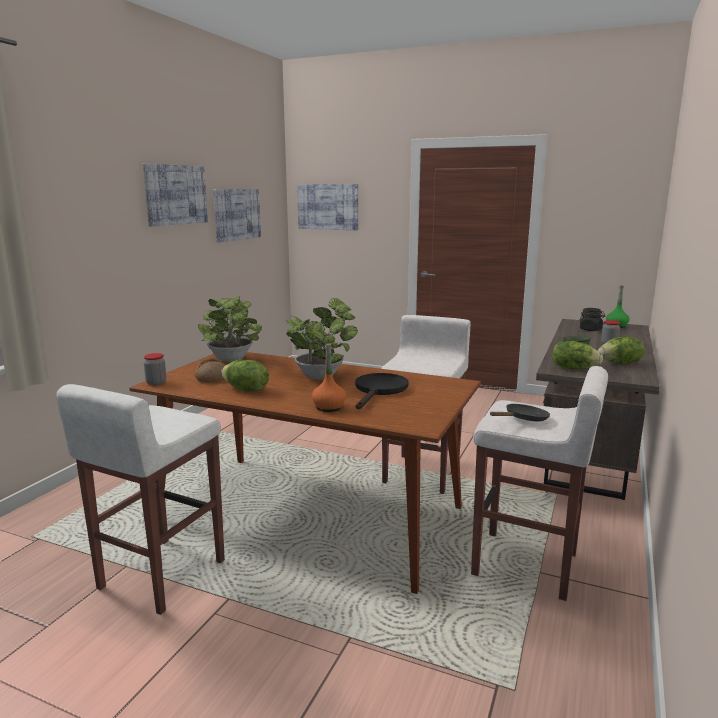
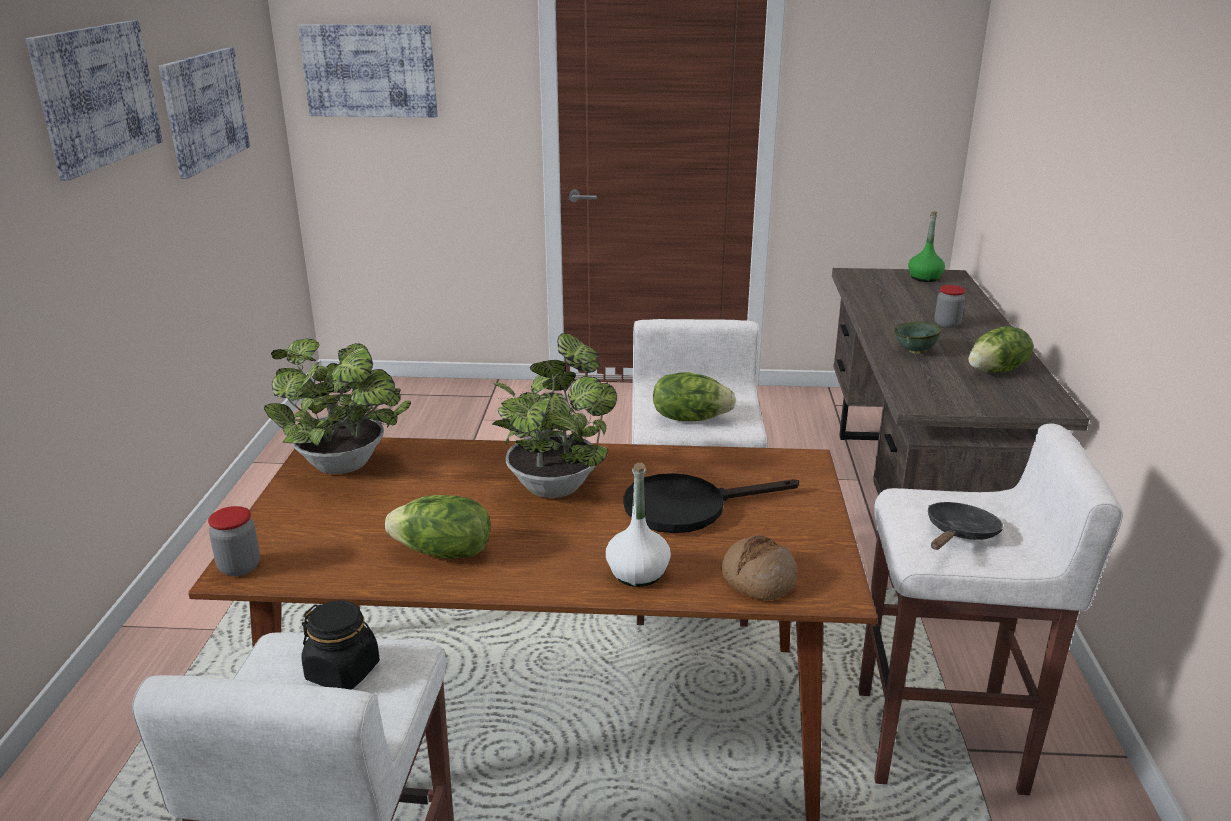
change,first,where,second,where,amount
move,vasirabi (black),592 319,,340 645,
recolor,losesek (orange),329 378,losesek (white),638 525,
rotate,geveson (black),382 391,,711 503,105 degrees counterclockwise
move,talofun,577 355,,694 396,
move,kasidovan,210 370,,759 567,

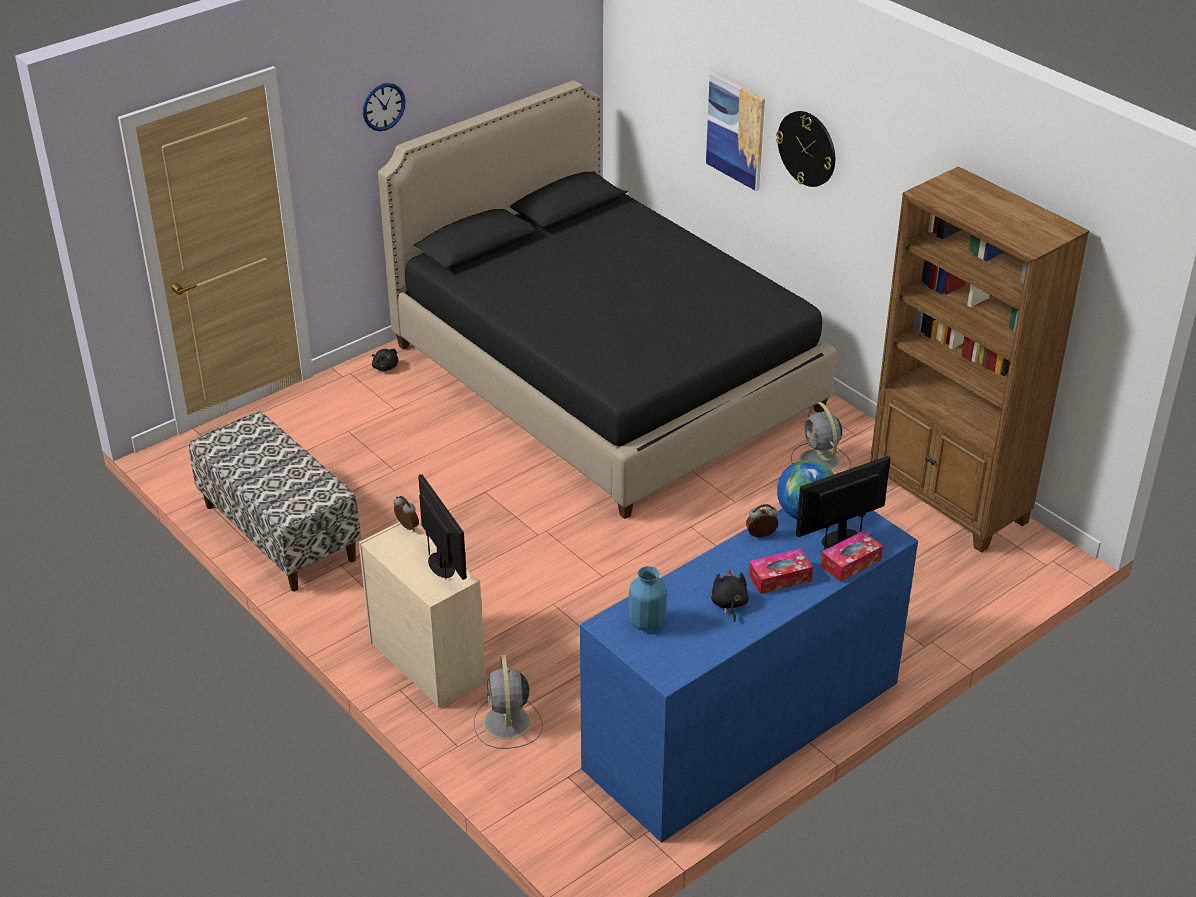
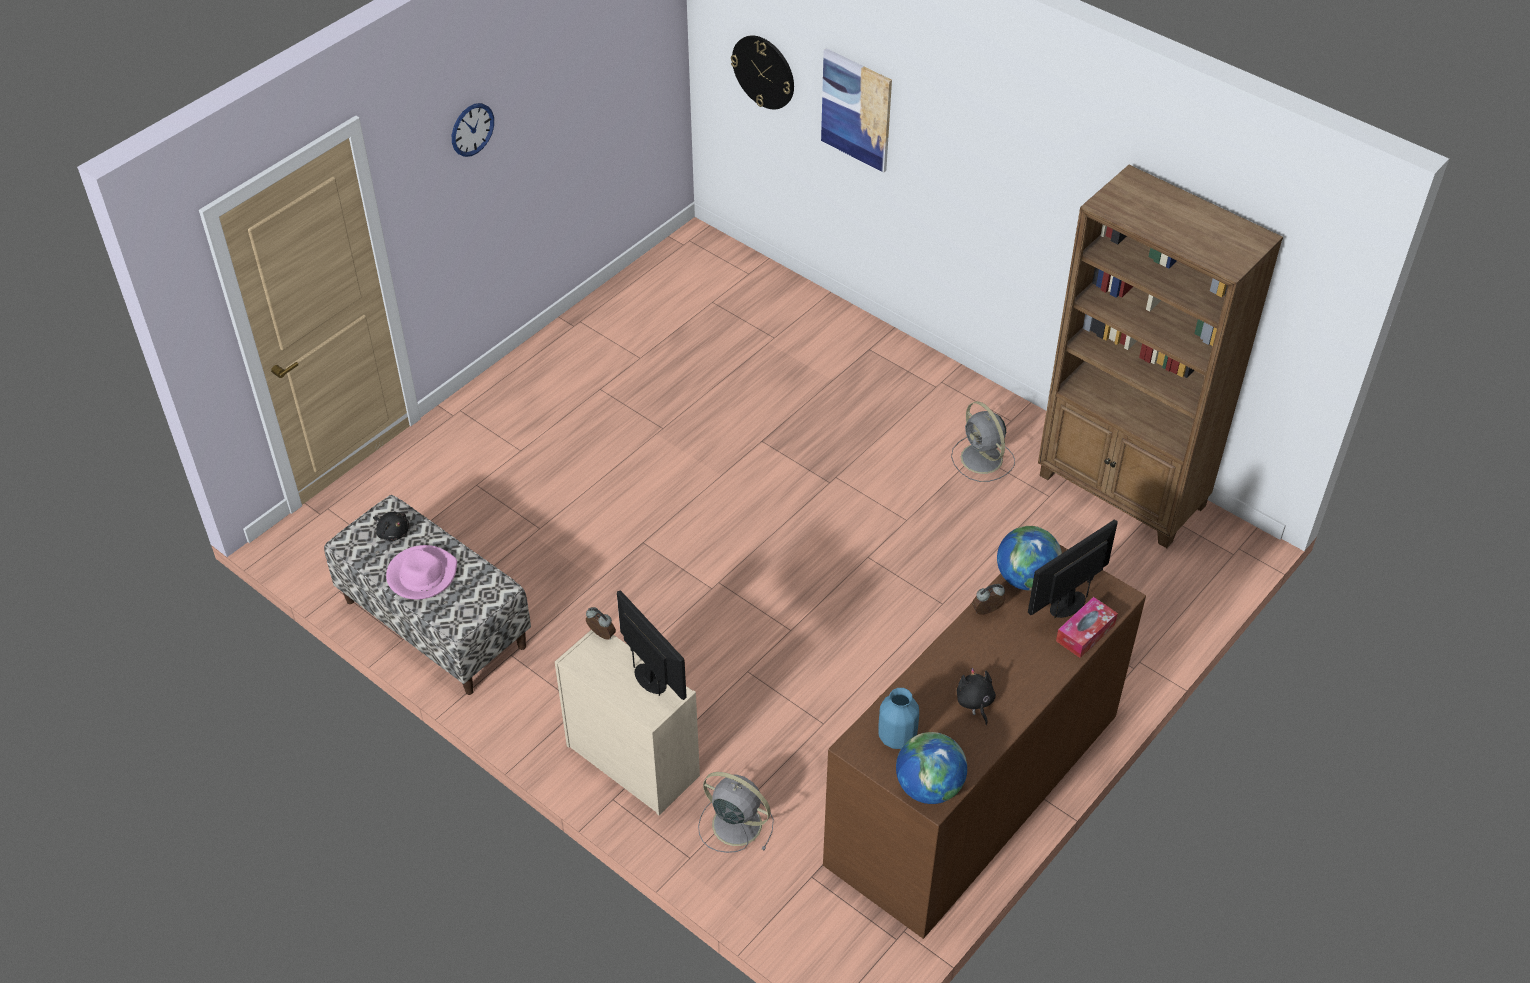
change,first,where,second,where,amount
move,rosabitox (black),385 360,,391 526,
insert,,,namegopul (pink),421 572,
rotate,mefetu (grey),508 702,,736 812,135 degrees clockwise
move,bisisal,805 149,,762 72,
recolor,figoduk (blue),749 675,figoduk (brown),984 741,
insert,,,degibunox,931 768,
delete,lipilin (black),607 299,,,
delete,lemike,781 571,,,

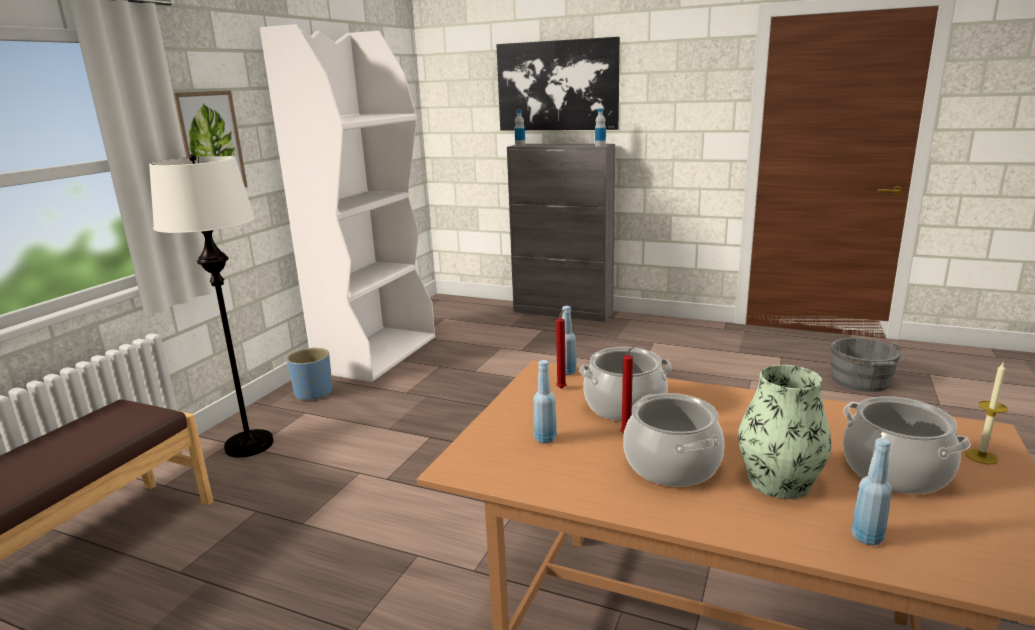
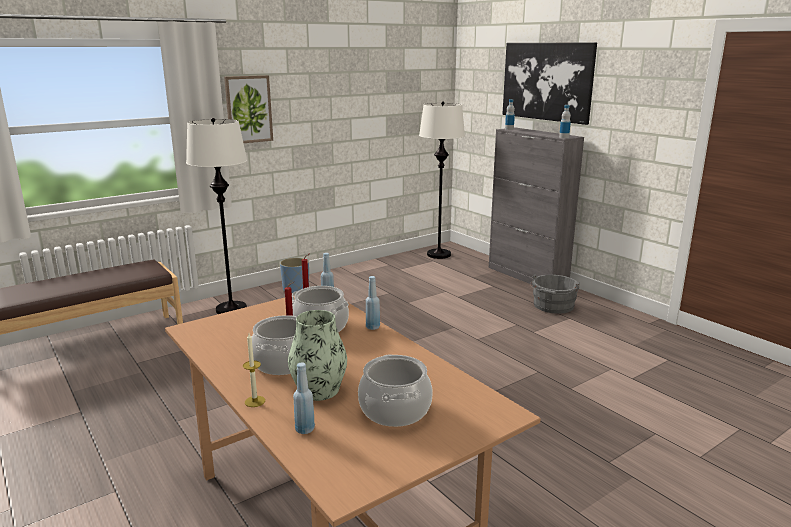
change,first,where,second,where,amount
move,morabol,986 413,,254 370,
move,losesek (blue),545 402,,373 303,
insert,,,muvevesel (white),442 180,
move,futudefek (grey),868 364,,555 294,
delete,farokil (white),347 203,,,

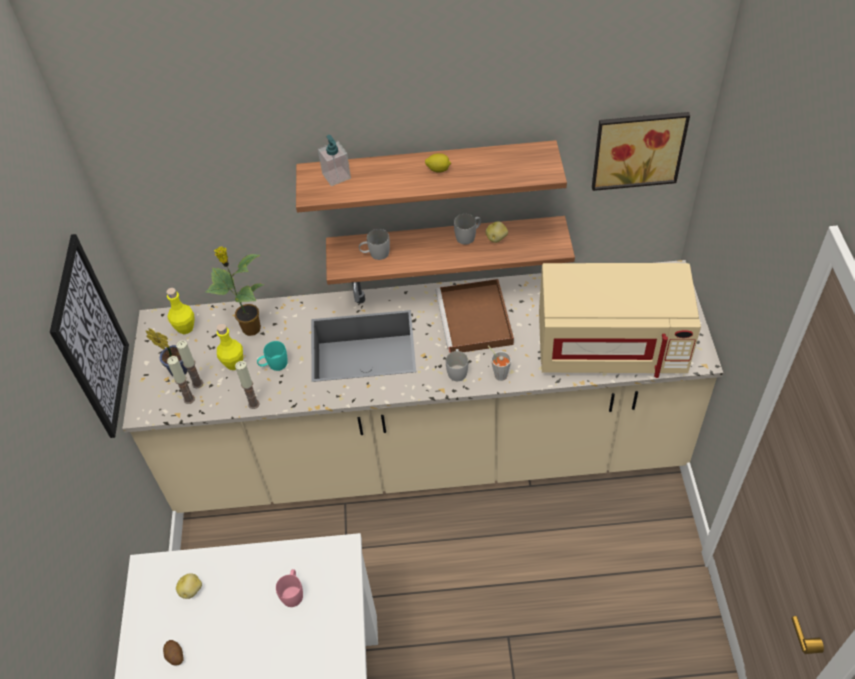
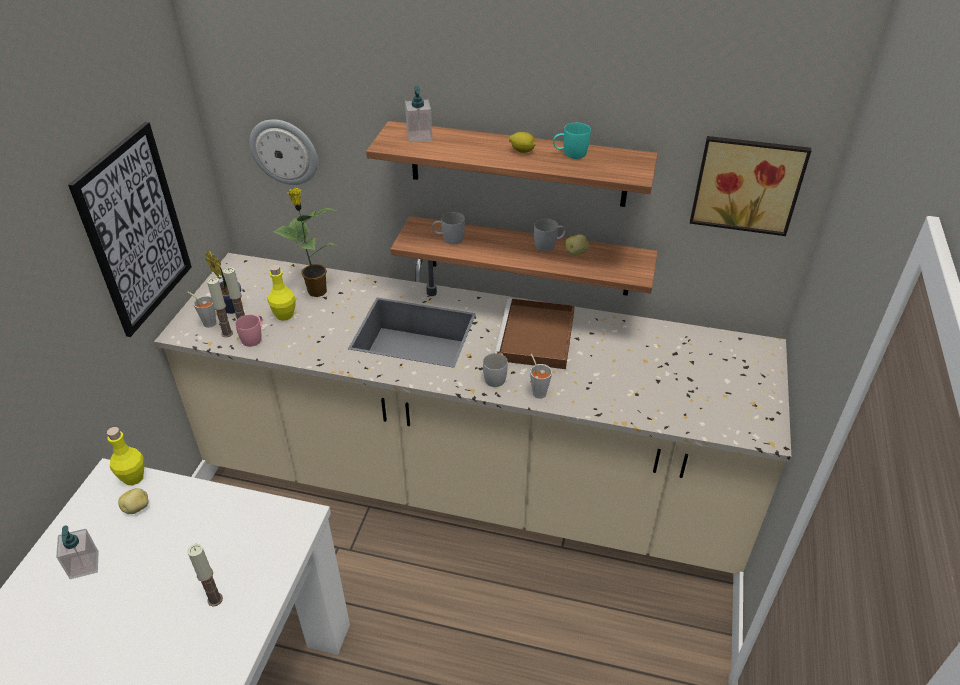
change,first,where,second,where,amount
replace,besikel,173 653,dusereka,77 552,
move,losesek (yellow),180 311,,126 456,
insert,,,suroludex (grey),201 310,
move,morabol,247 385,,205 575,
move,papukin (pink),289 588,,249 331,
insert,,,bisisal,283 152,
move,papukin (turquoise),272 356,,572 141,
delete,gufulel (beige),620 320,,,

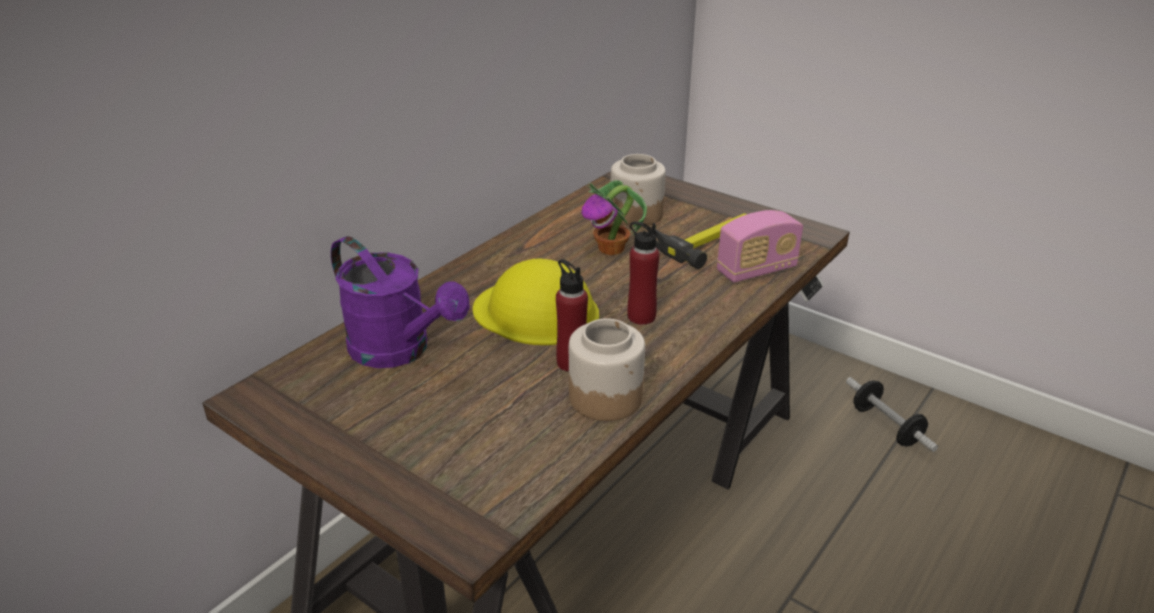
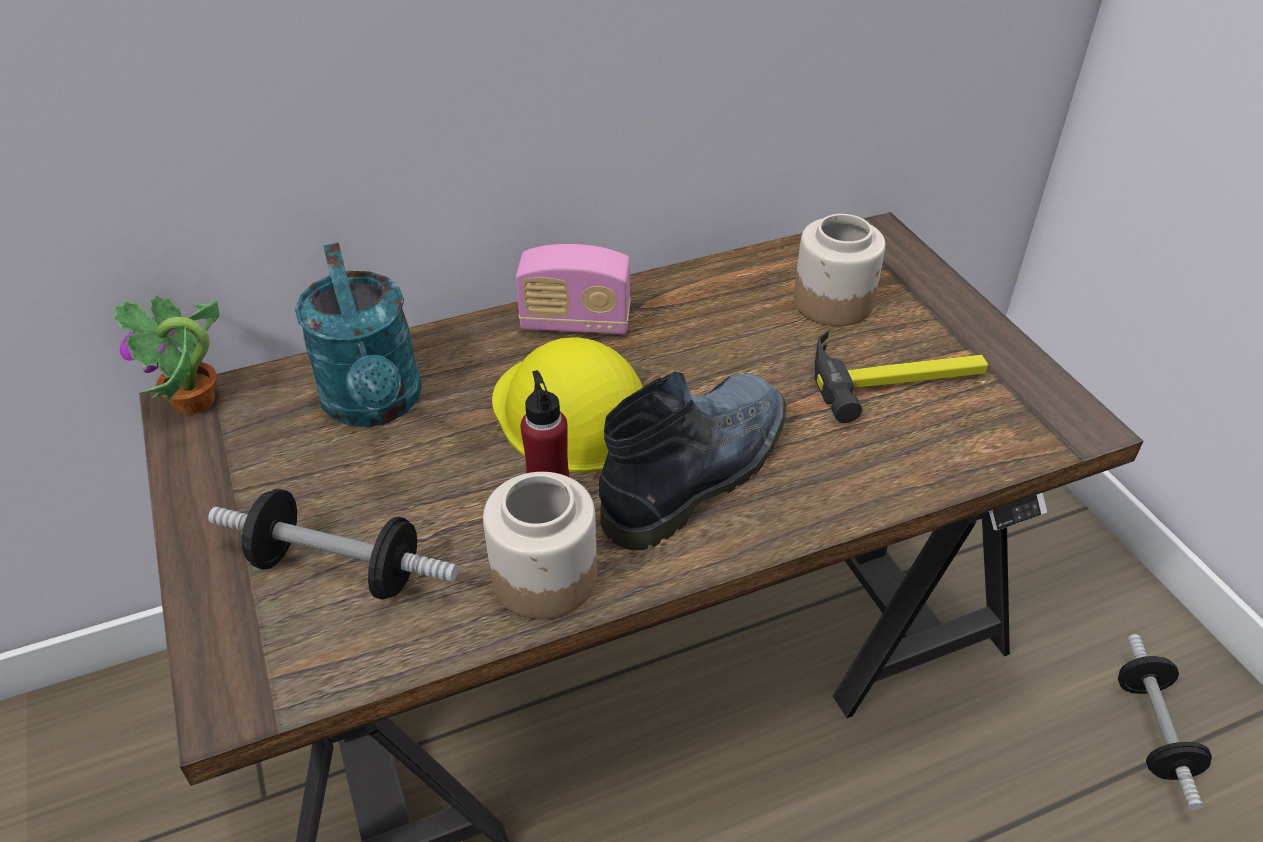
change,first,where,second,where,amount
move,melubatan,614 217,,166 354,
insert,,,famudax,333 544,
recolor,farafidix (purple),400 302,farafidix (turquoise),358 335,
move,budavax,760 246,,573 289,
replace,losesek (red),643 273,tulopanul,692 461,

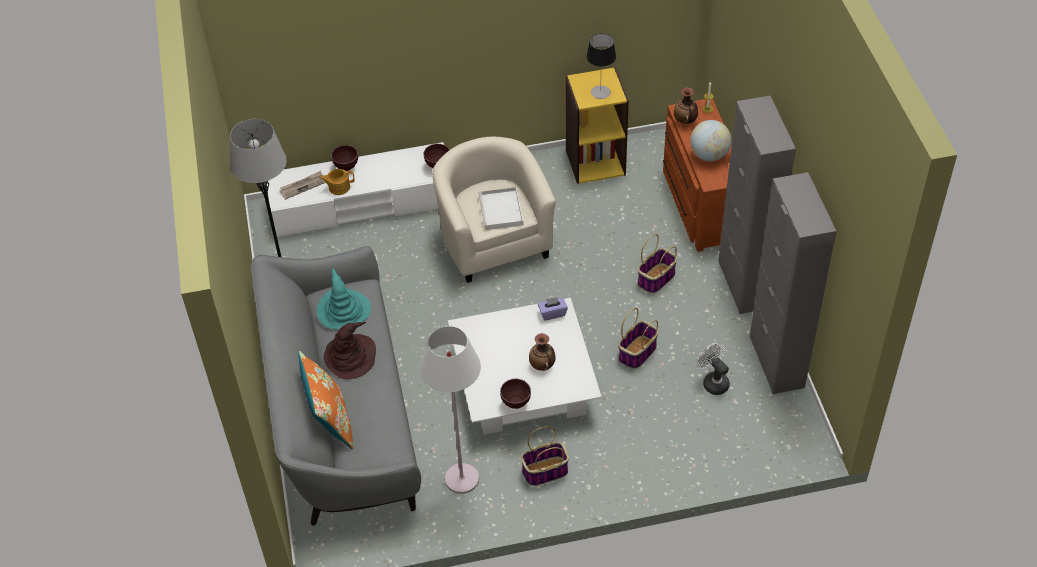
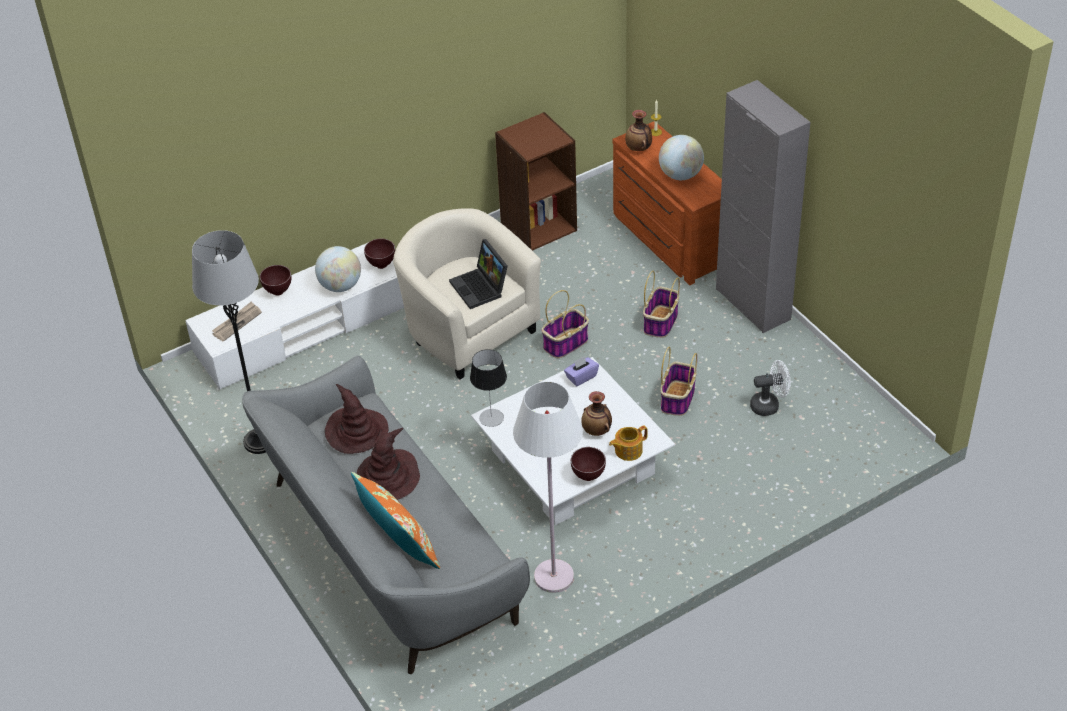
change,first,where,second,where,amount
insert,,,degibunox,338 269,
recolor,namegopul (turquoise),344 299,namegopul (brown),356 419,
replace,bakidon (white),501 208,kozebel,478 274,
move,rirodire,601 66,,488 388,
recolor,farokil (yellow),597 125,farokil (brown),536 181,
move,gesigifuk,545 456,,565 324,
move,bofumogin,337 182,,628 443,
rotate,mefetu (white),713 369,,770 388,135 degrees clockwise
delete,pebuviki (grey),793 283,,,

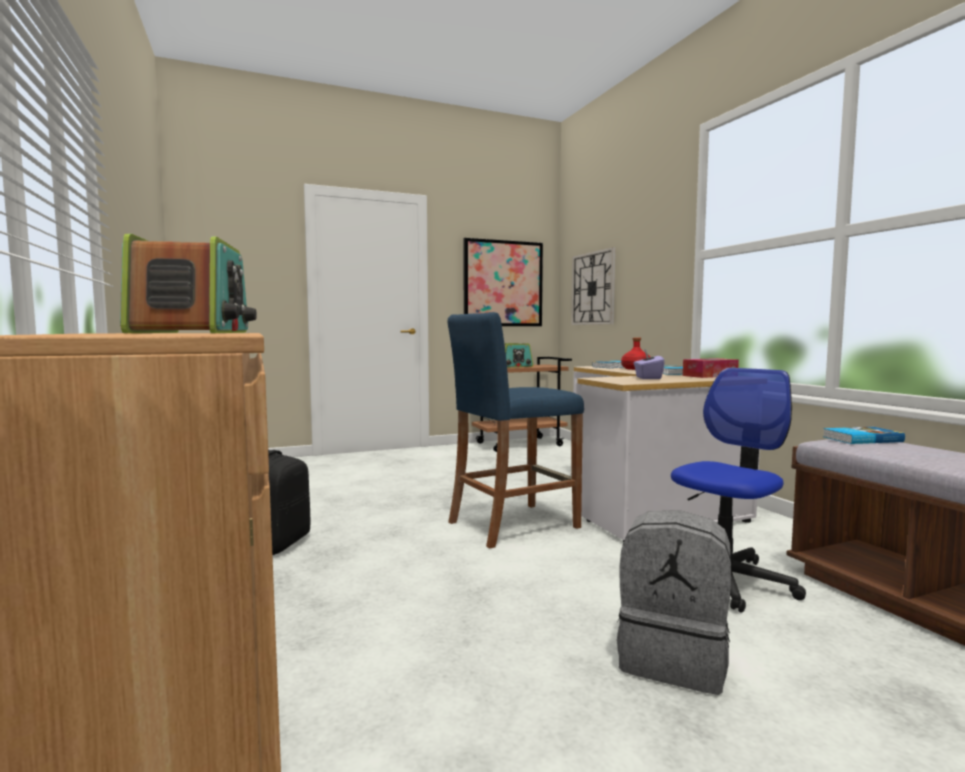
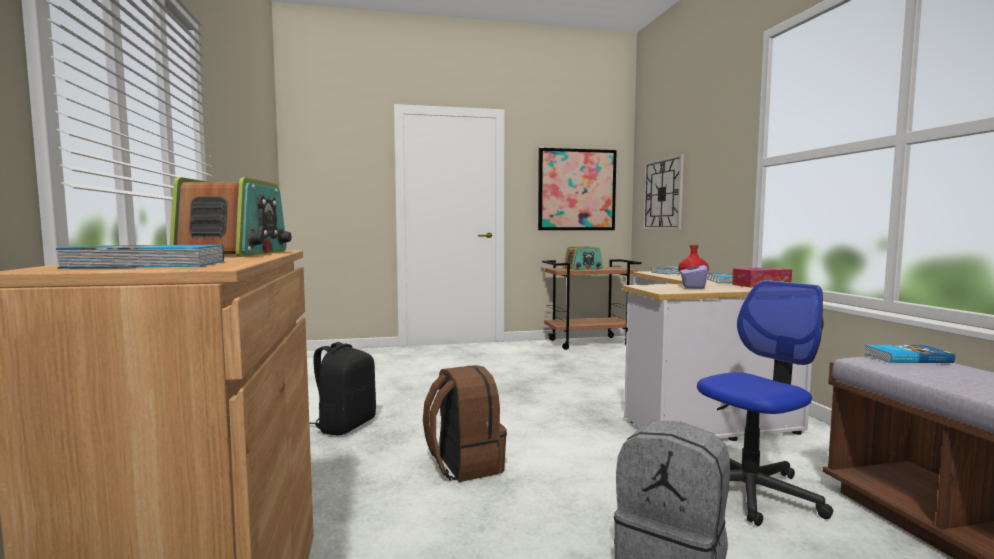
change,first,where,second,where,amount
insert,,,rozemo,140 257,
insert,,,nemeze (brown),465 423,
delete,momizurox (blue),515 430,,,

